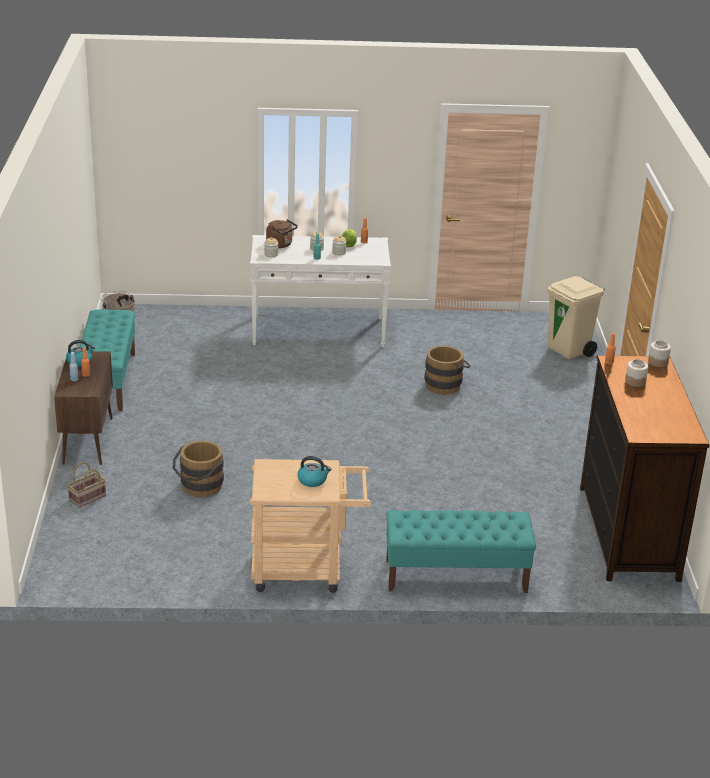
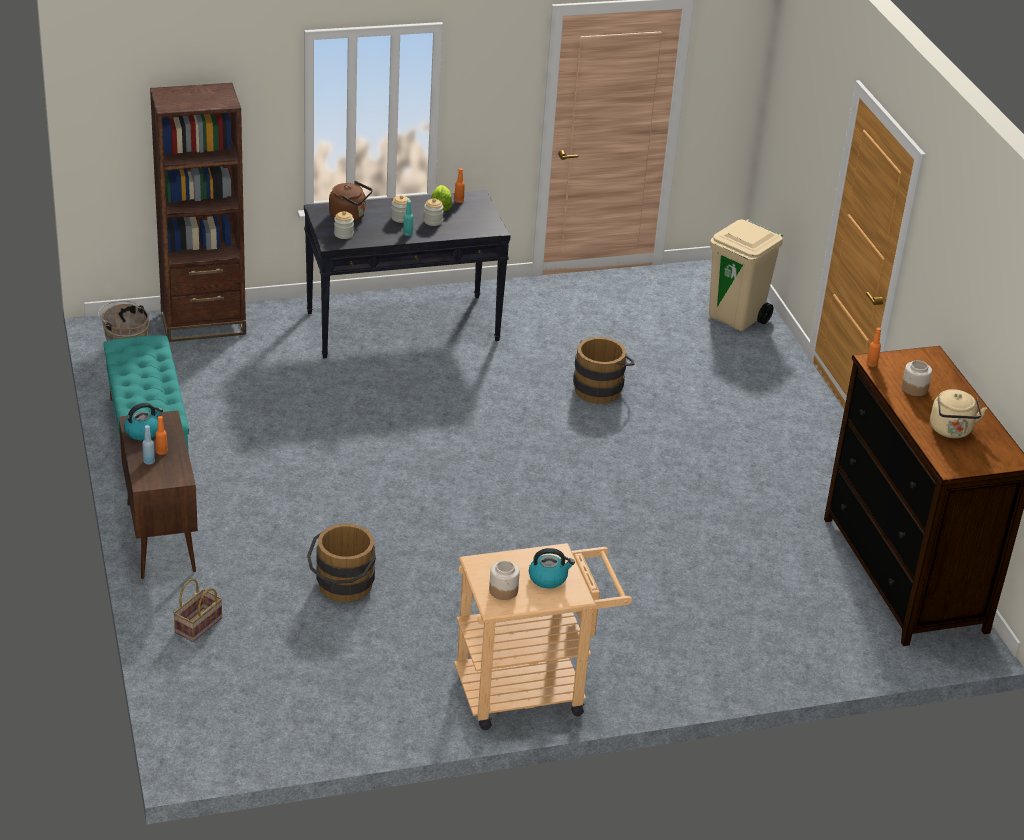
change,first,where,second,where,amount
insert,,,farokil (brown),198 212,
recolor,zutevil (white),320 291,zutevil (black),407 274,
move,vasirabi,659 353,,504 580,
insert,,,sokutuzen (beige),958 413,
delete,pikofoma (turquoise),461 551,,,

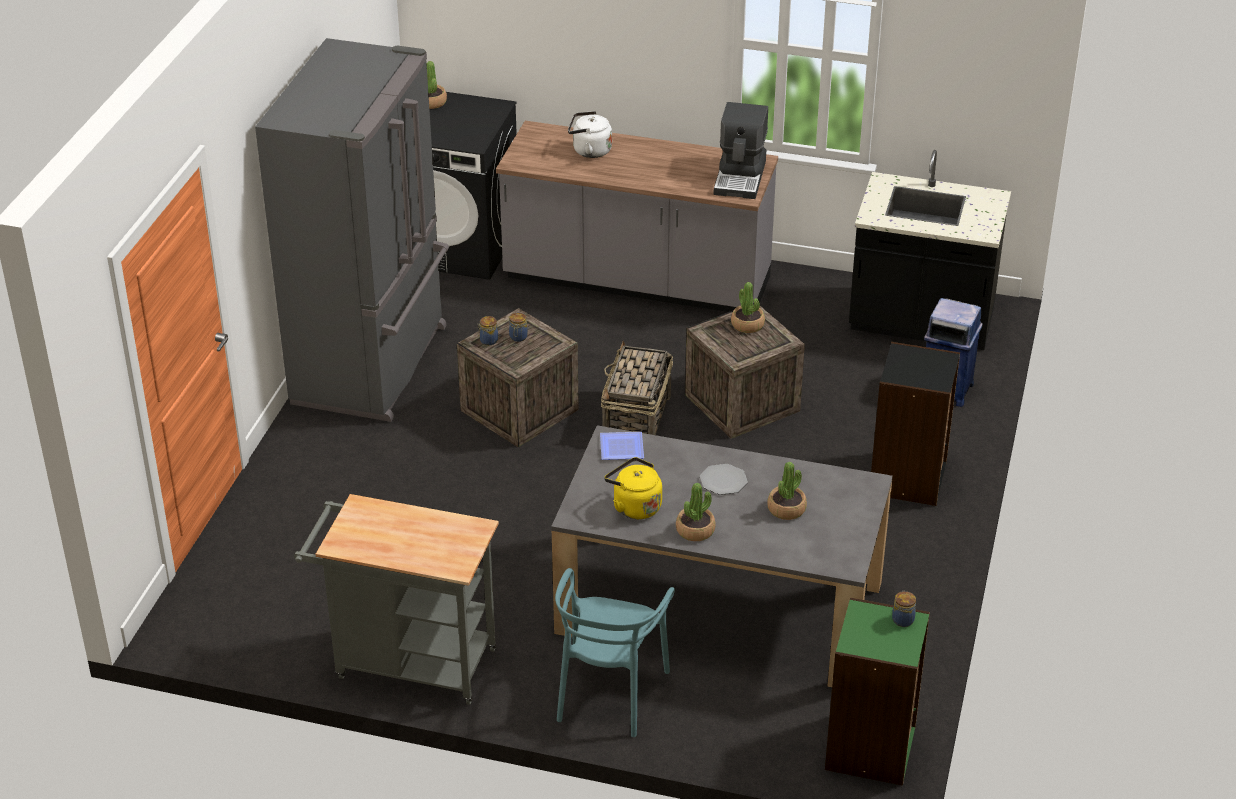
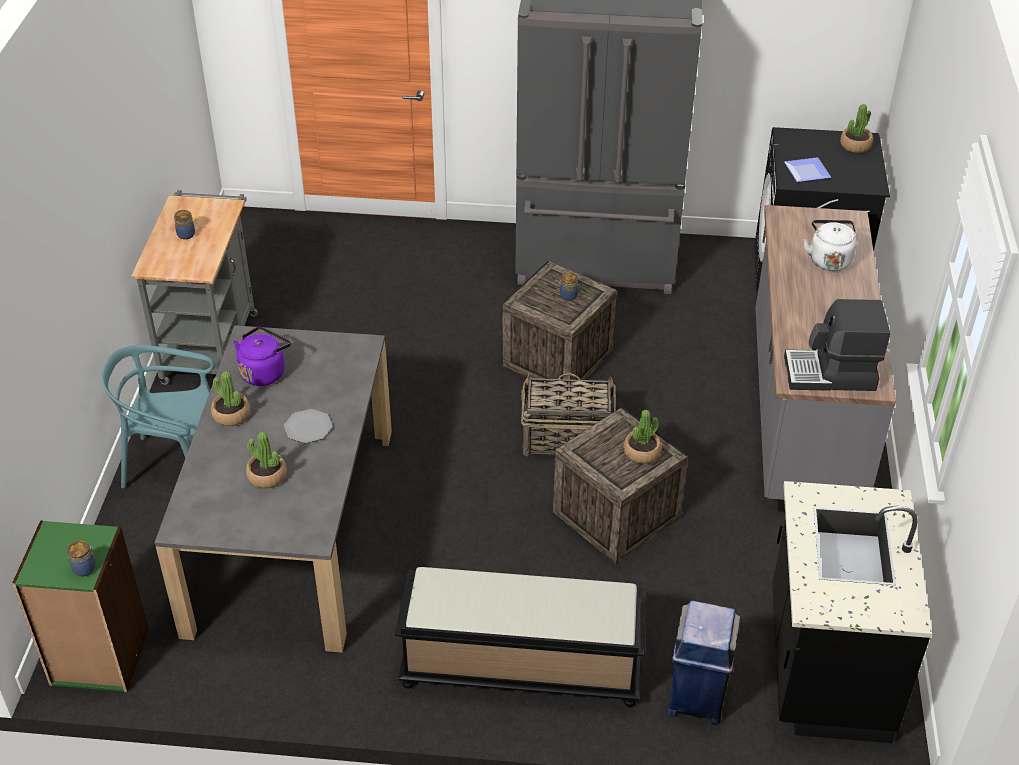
change,first,where,second,where,amount
move,vasirabi,488 330,,184 224,
recolor,sokutuzen (yellow),633 488,sokutuzen (purple),262 356,
replace,farokil (black),915 424,pikofoma (black),520 637,
move,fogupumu,622 446,,807 169,

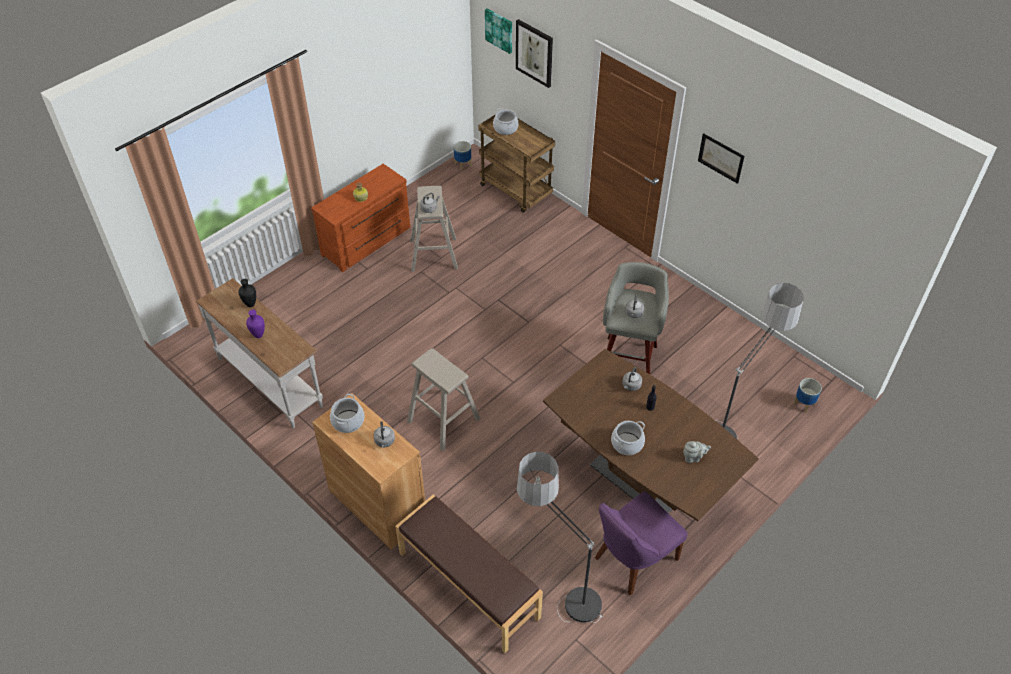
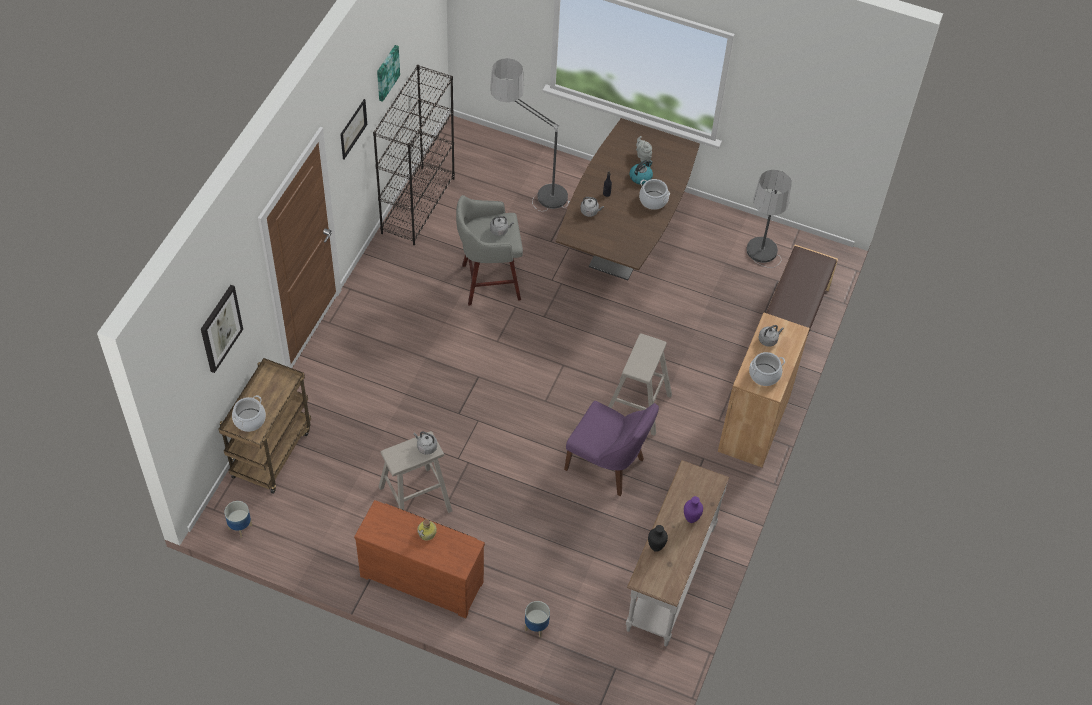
change,first,where,second,where,amount
insert,,,farokil (black),414 155,
move,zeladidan,498 31,,388 73,
move,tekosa,807 395,,537 619,
move,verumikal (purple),641 543,,611 448,
insert,,,sokutuzen,641 172,

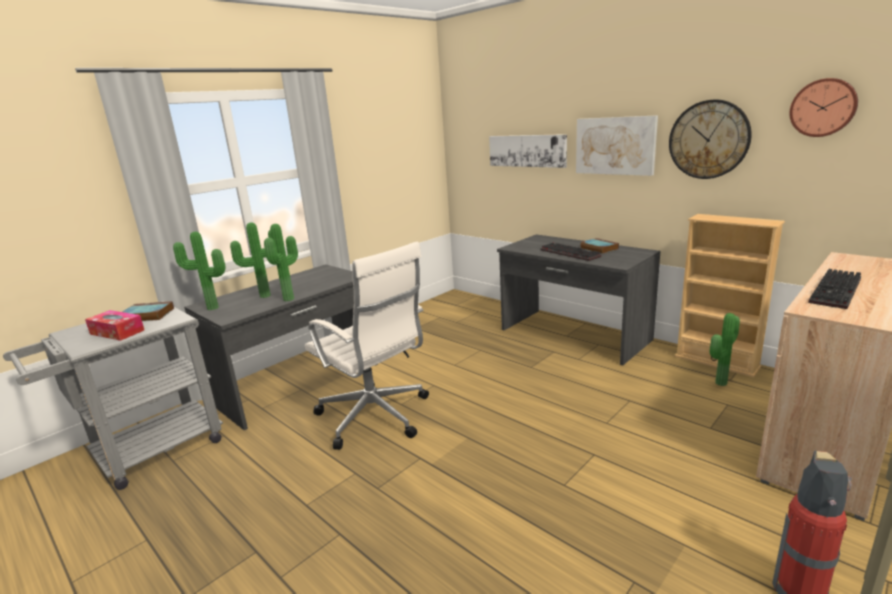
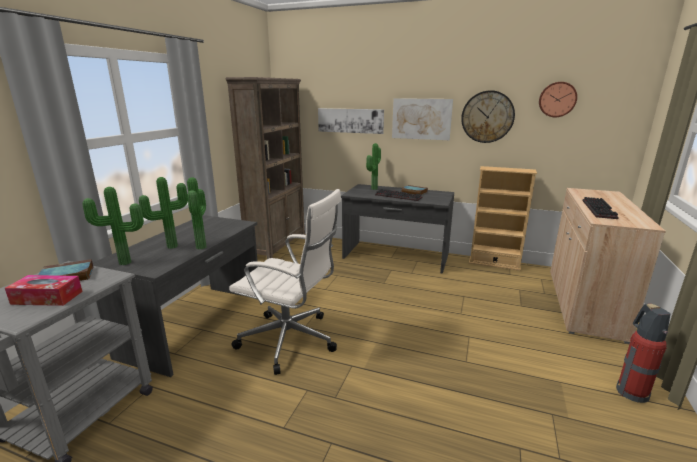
change,first,where,second,where,amount
insert,,,farokil (brown),265 168,
move,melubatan,725 349,,373 166,

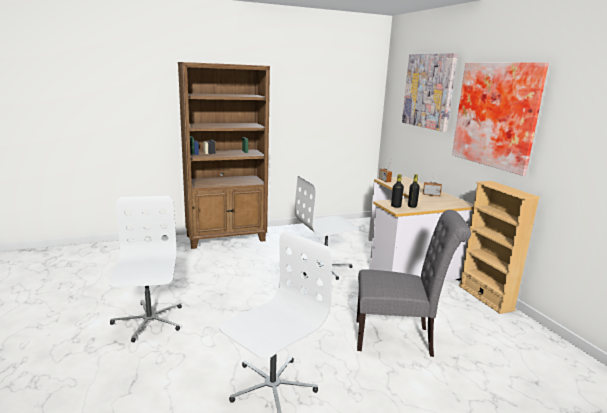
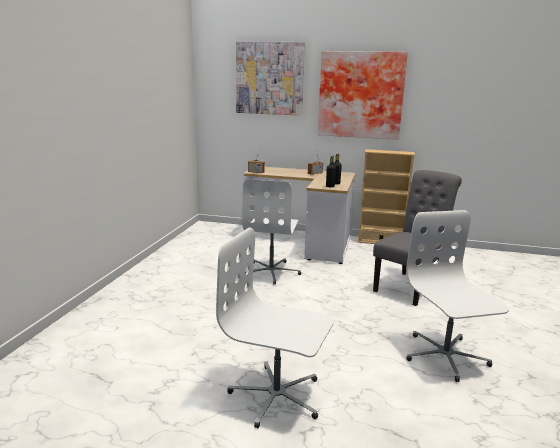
change,first,where,second,where,amount
delete,farokil (brown),224 155,,,

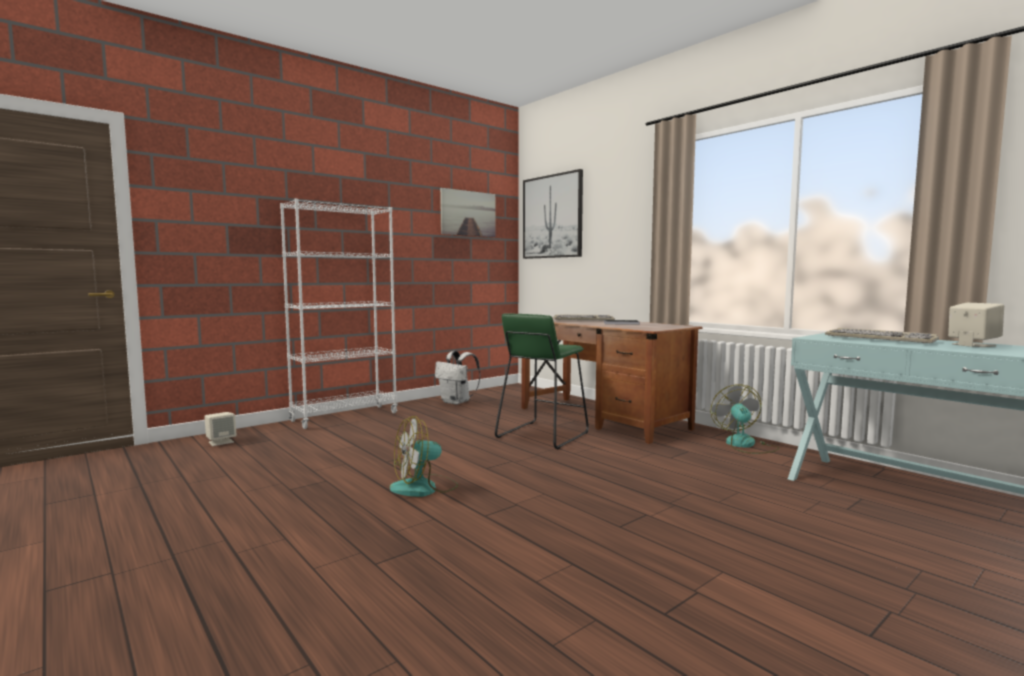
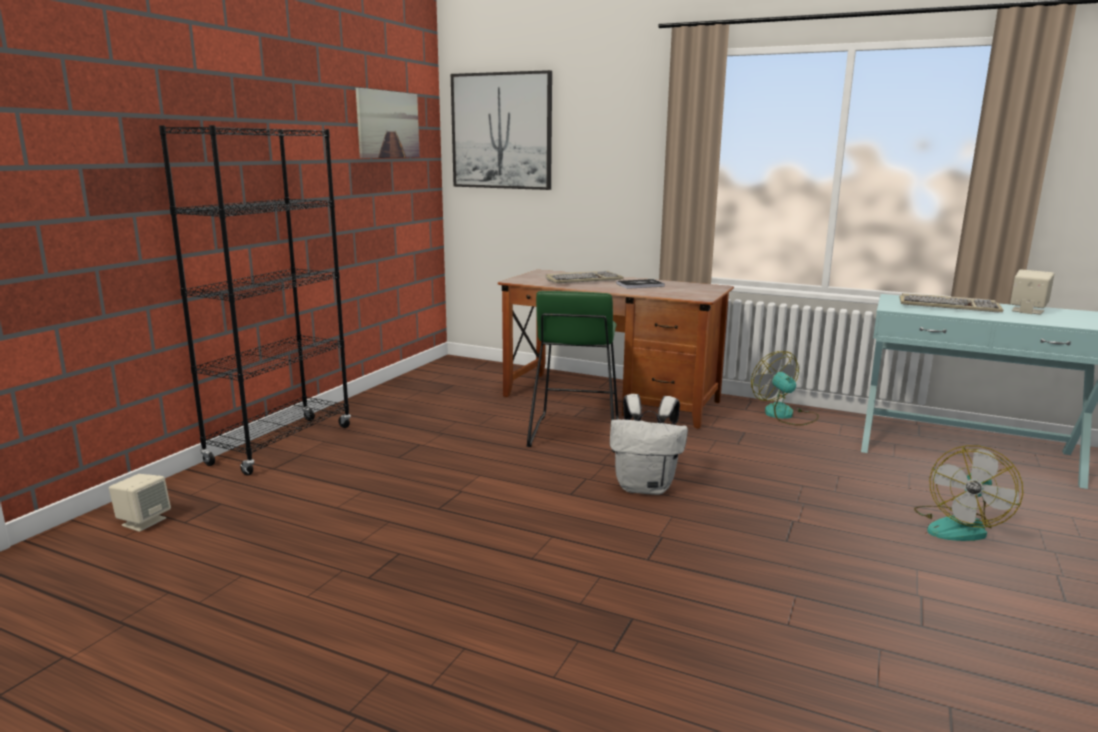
change,first,where,second,where,amount
recolor,farokil (white),339 314,farokil (black),255 300,
move,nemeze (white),458 378,,649 444,
move,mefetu,424 456,,968 493,

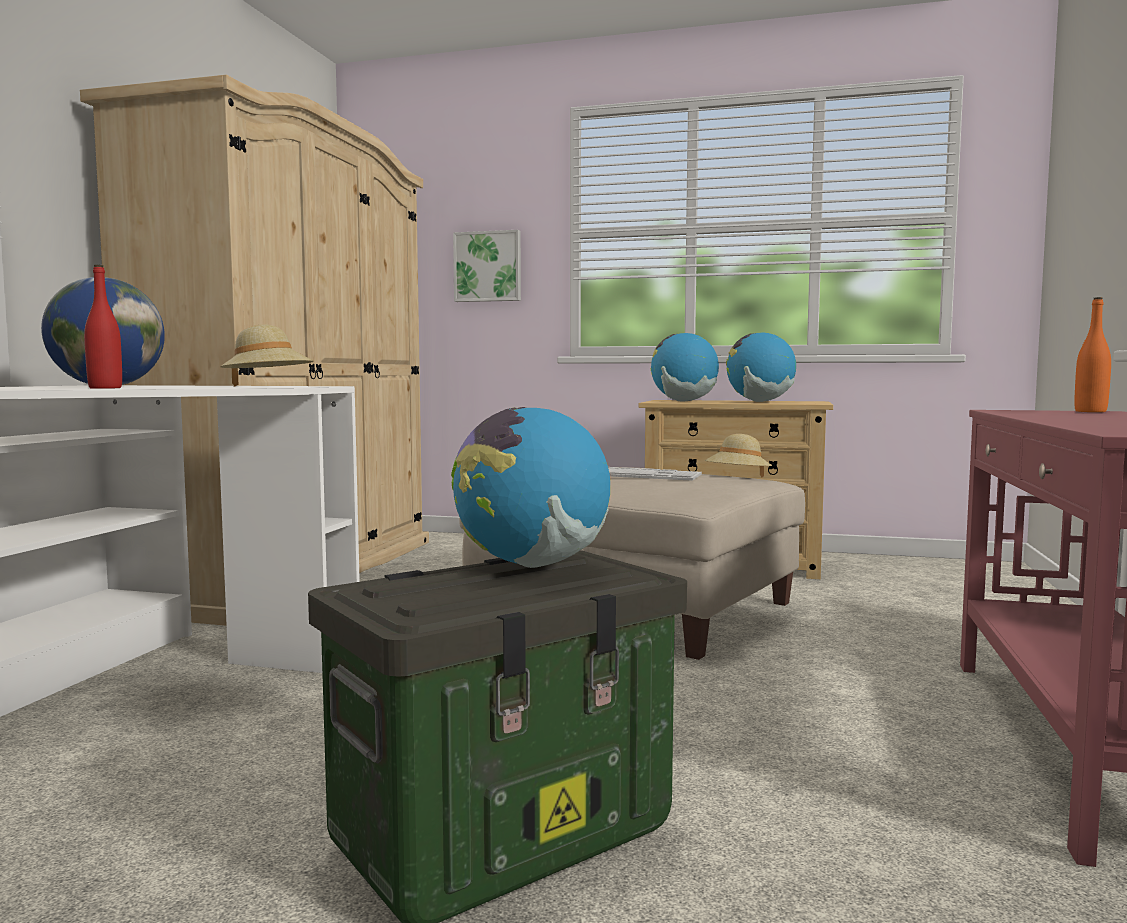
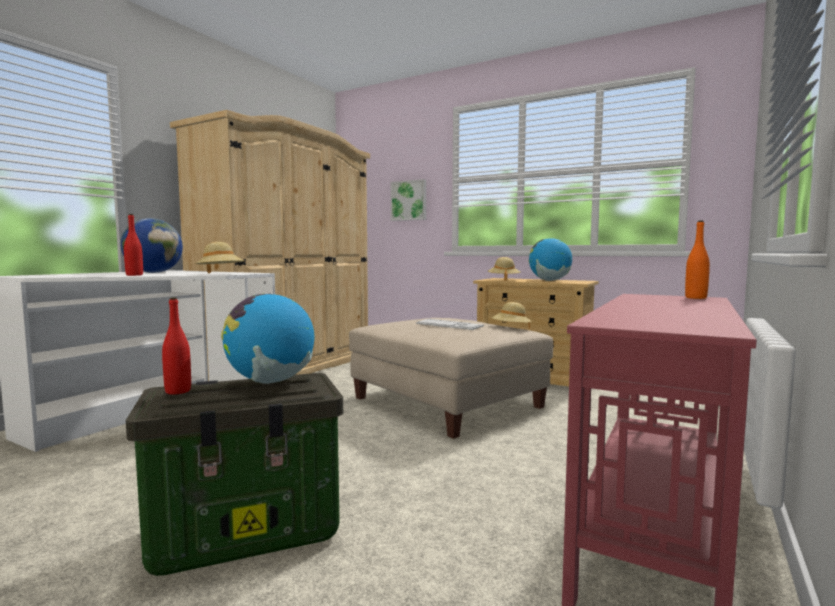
change,first,where,second,where,amount
insert,,,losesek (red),176 346,
replace,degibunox,685 367,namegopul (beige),504 269,

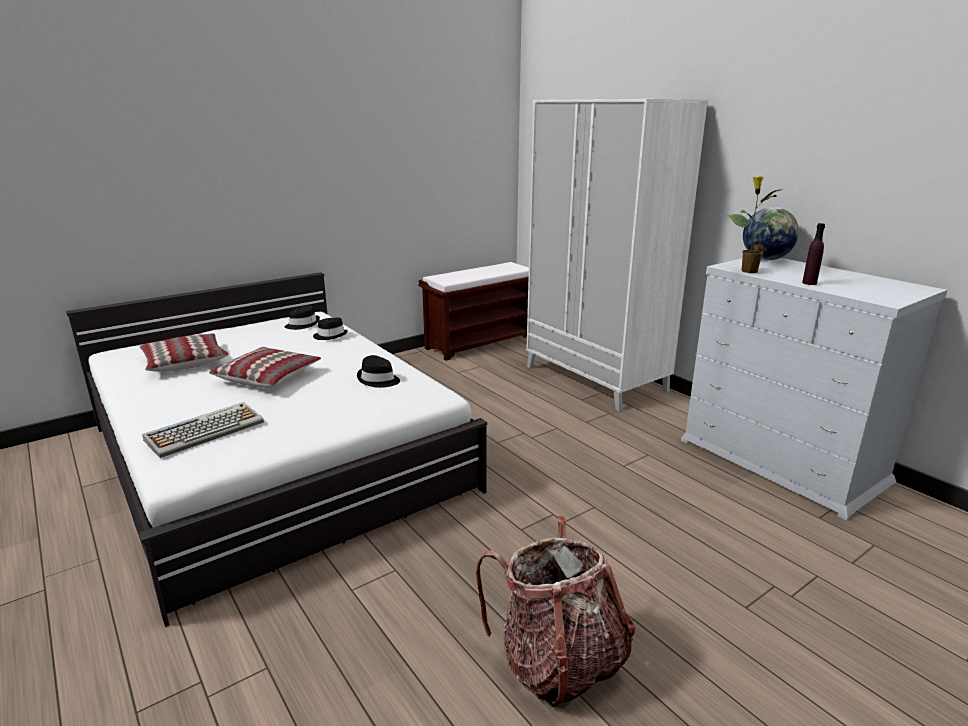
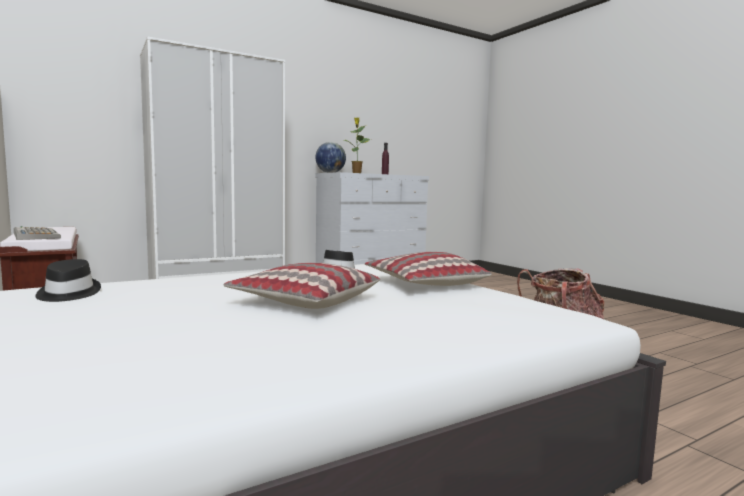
change,first,where,second,where,amount
move,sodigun,203 430,,37 233,
move,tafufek,184 352,,428 269,
delete,namegopul (black),330 329,,,

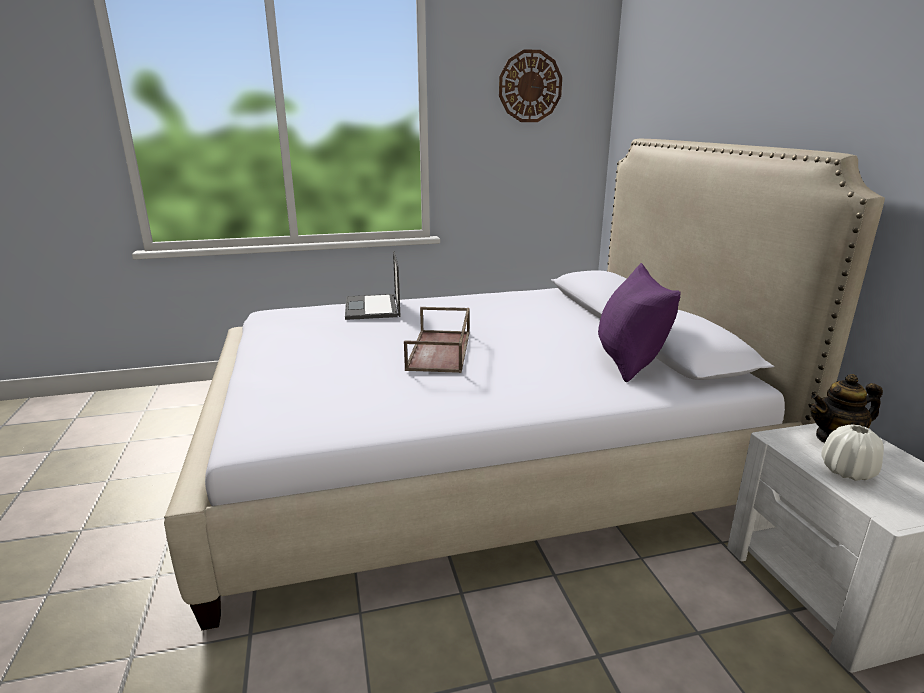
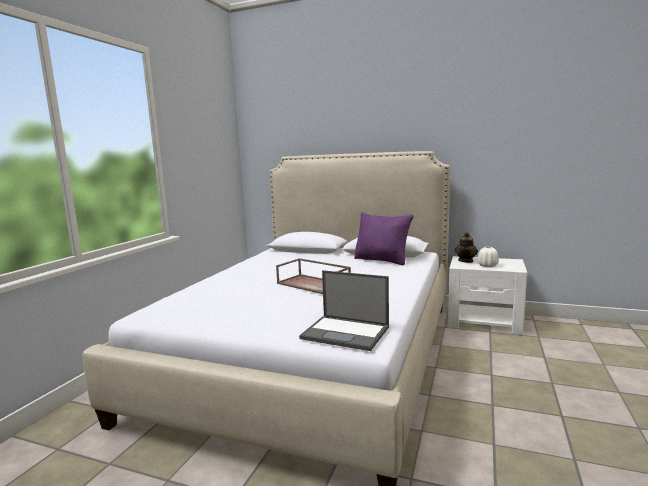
change,first,where,second,where,amount
move,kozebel,372 285,,344 310,
delete,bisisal,530 85,,,

